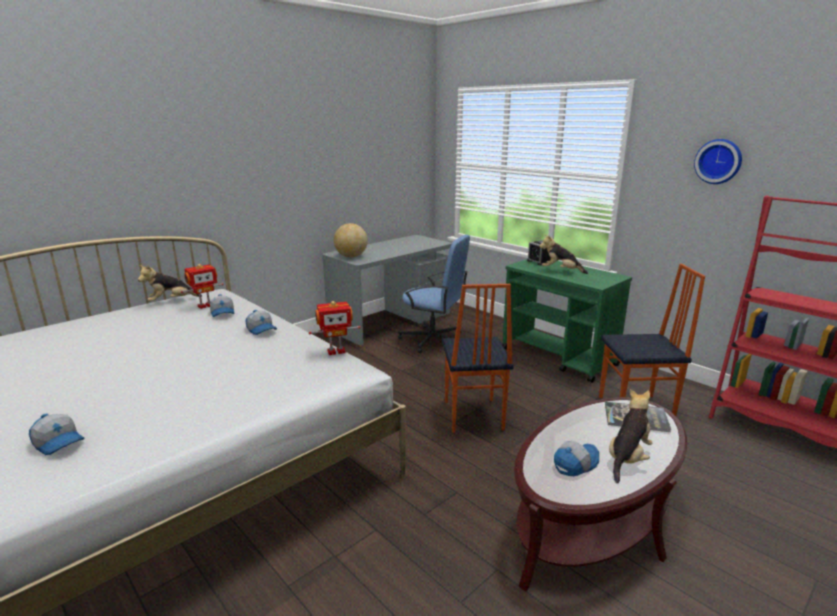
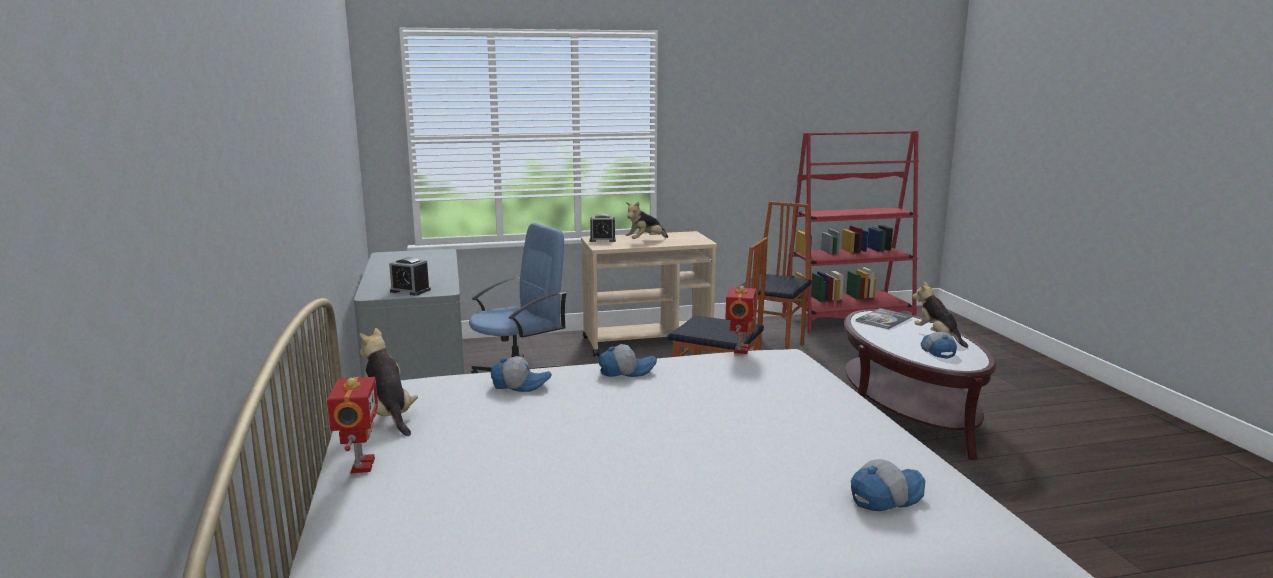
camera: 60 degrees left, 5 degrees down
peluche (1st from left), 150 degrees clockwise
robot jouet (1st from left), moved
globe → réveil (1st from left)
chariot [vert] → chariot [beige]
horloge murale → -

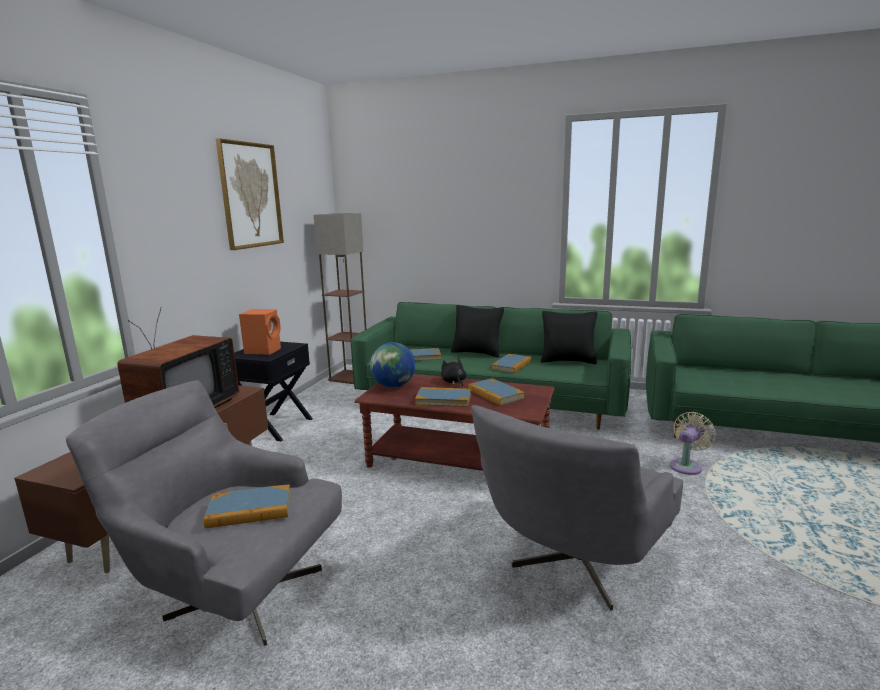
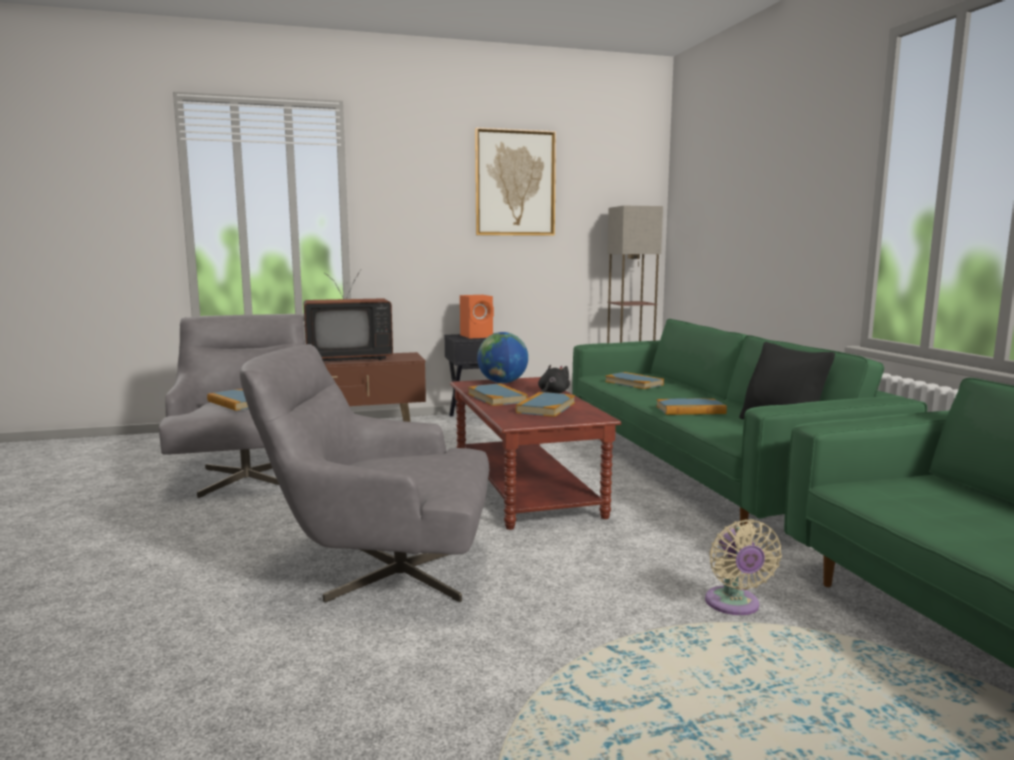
camera: 55 degrees right, 5 degrees down
coussin [noir] (1st from left) → -
ventilateur [beige], 75 degrees clockwise

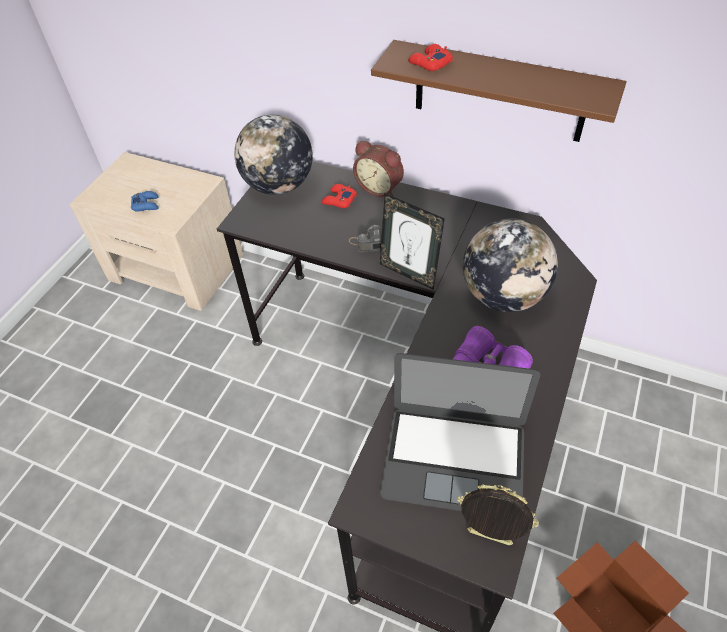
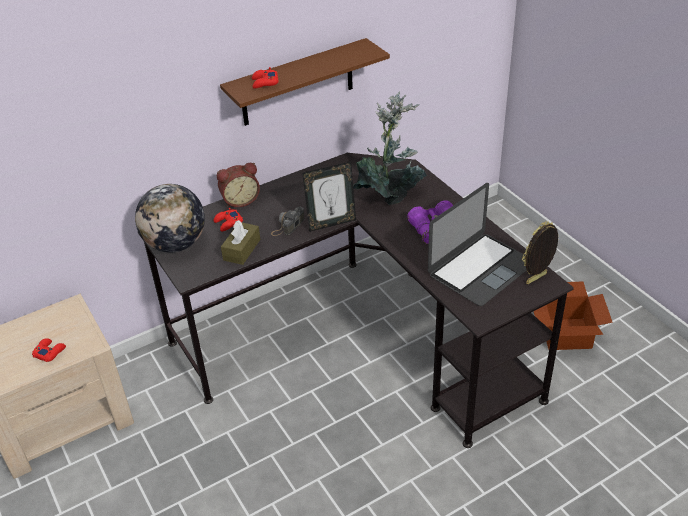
camera: 55 degrees left, 10 degrees down
manette [bleu] → manette [rouge] (1st from left)
globe (2nd from left) → plante en pot
- → boîte à mouchoirs [marron]

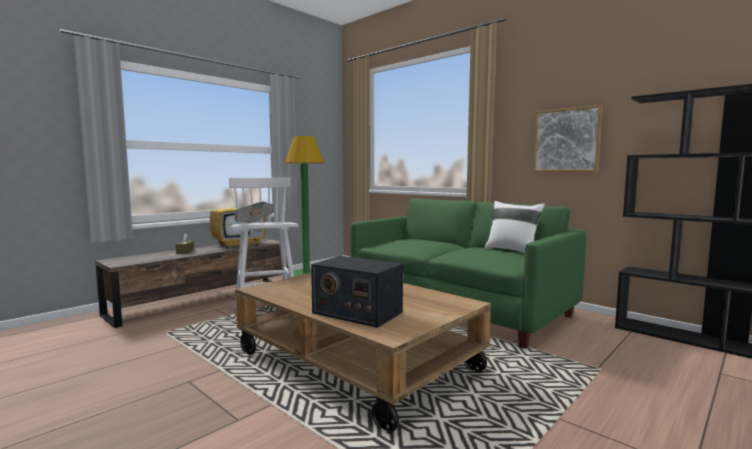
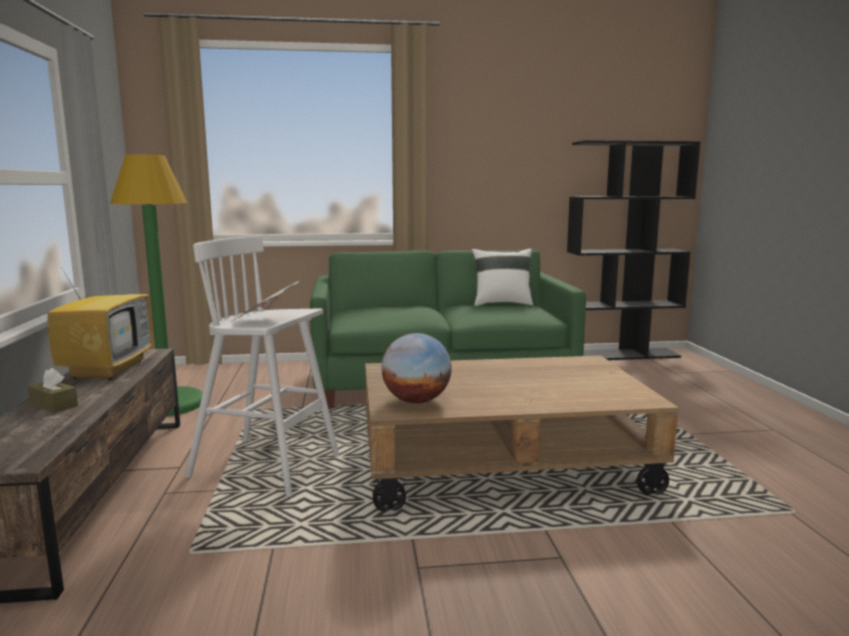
camera: 50 degrees left, 5 degrees up
radio → -
tableau → -
- → globe

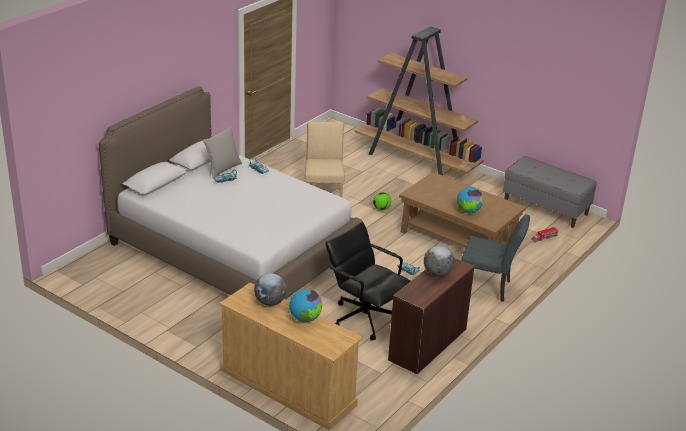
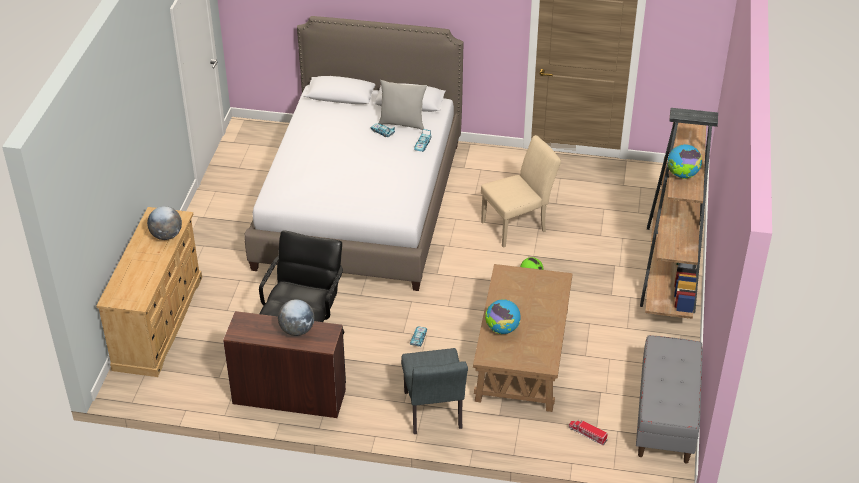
camera: 65 degrees right, 10 degrees up
globe (2nd from left in the first image) → globe (4th from left), moved

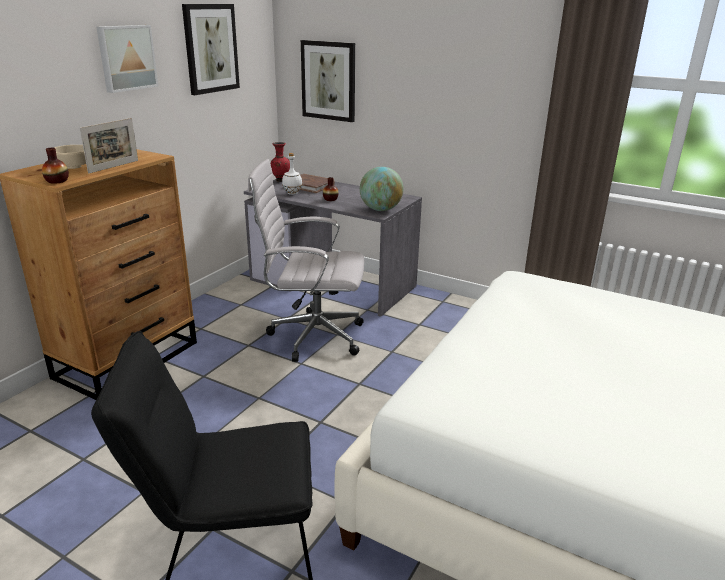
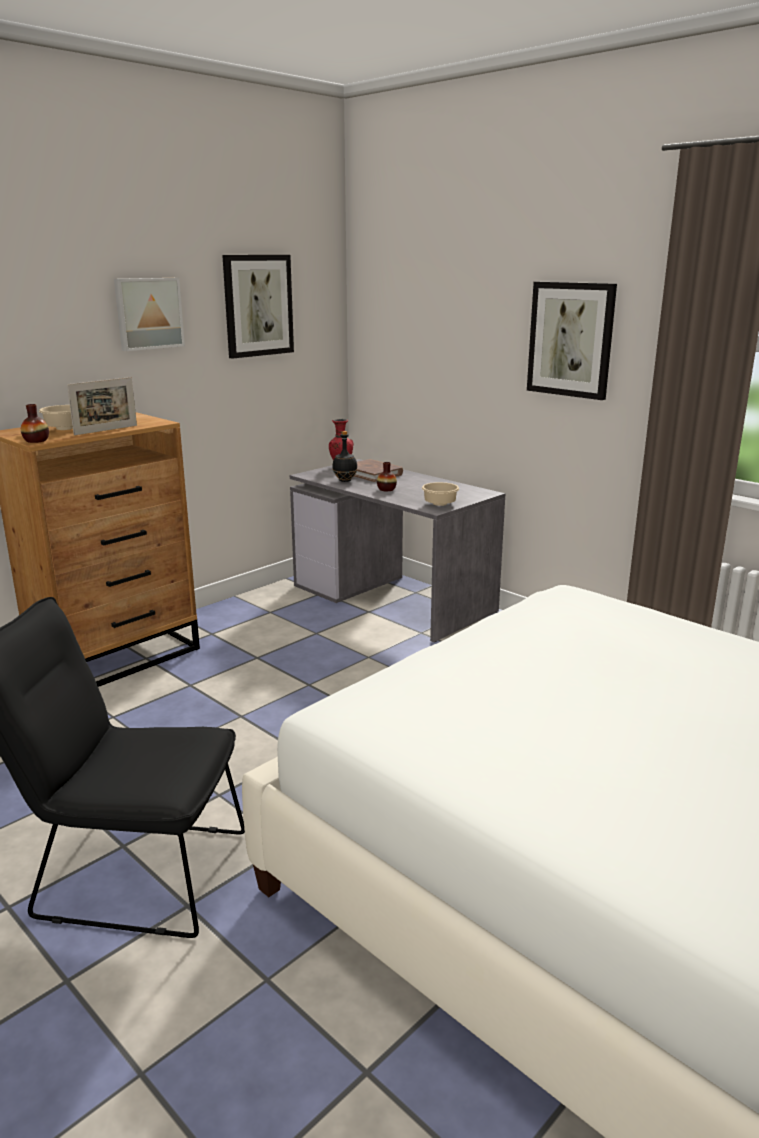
camera: 15 degrees right, 5 degrees down
chaise de bureau [blanc] → -
bouteille [blanc] → bouteille [noir]
tableau (3rd from left), moved
globe → bol [beige] (2nd from left)

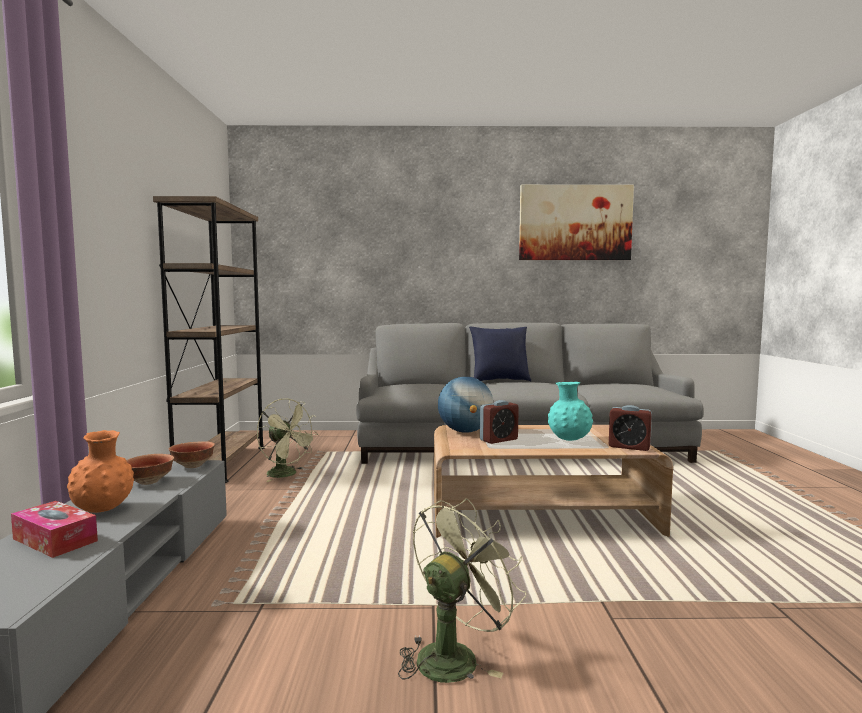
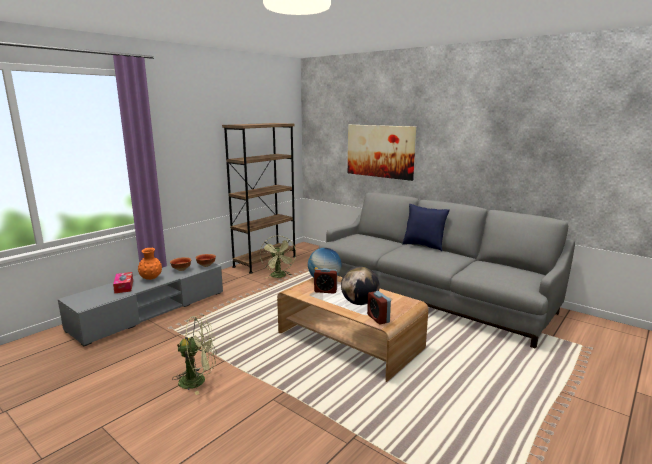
camera: 40 degrees right, 10 degrees up
tableau, moved
vase [turquoise] → globe (2nd from left)

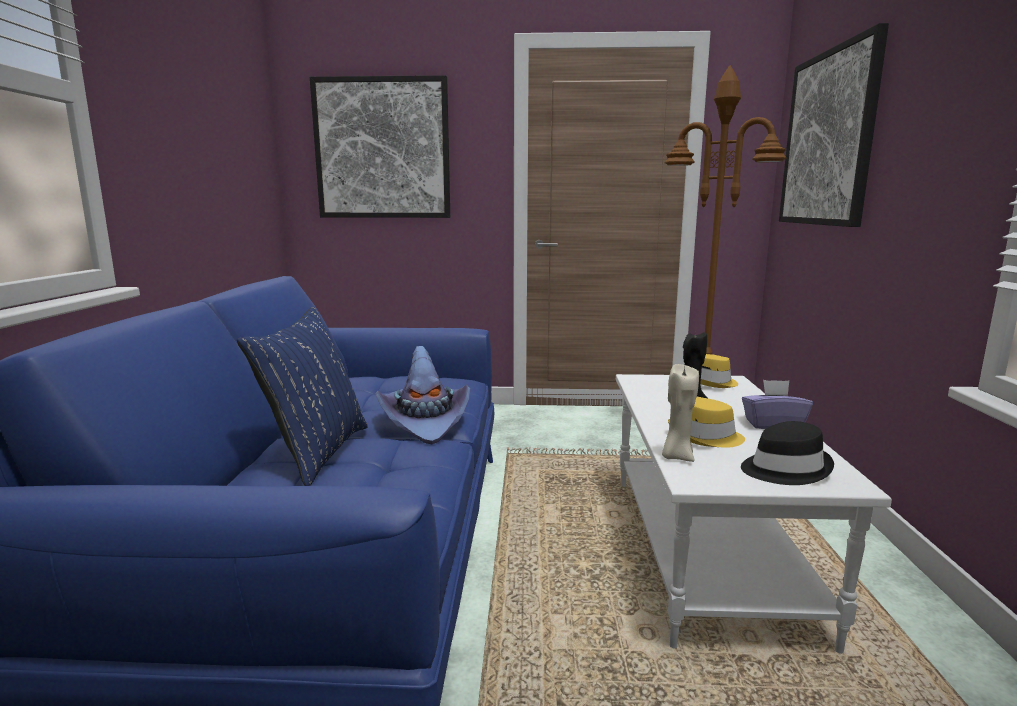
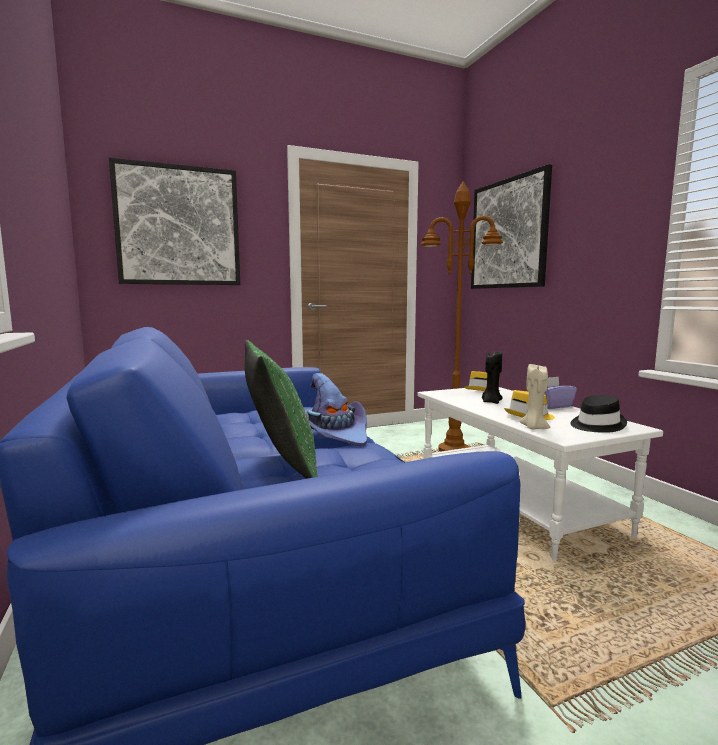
camera: 25 degrees left, 5 degrees down
coussin [bleu] → coussin [vert]

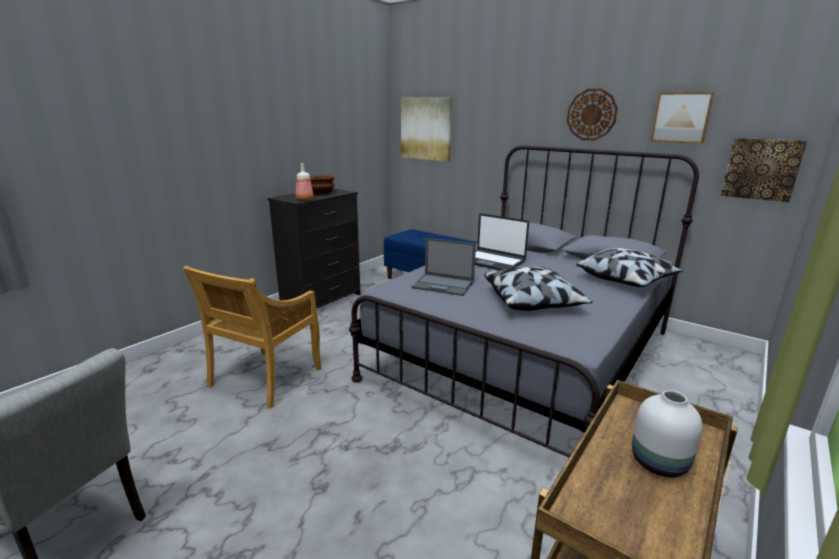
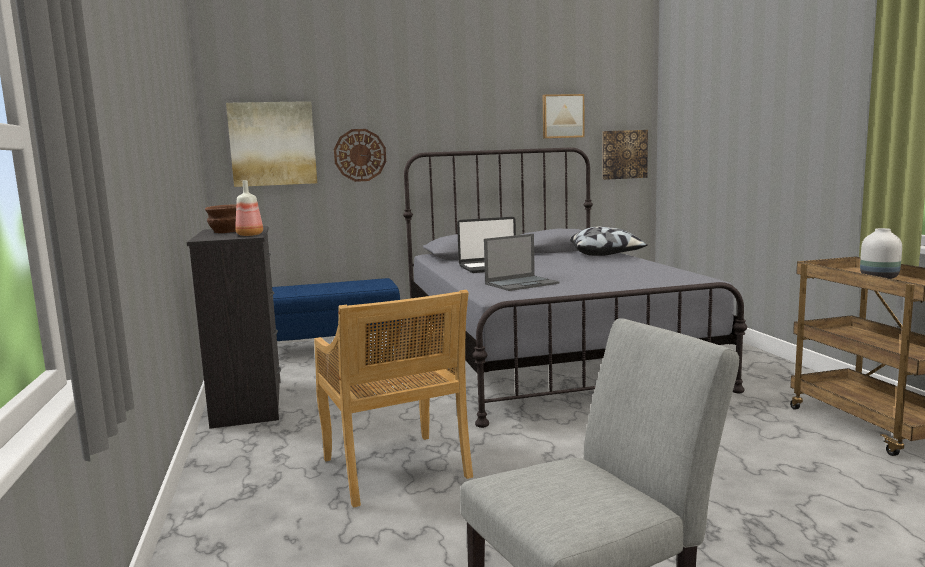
camera: 50 degrees left, 10 degrees down
coussin (1st from left) → -
horloge murale, moved

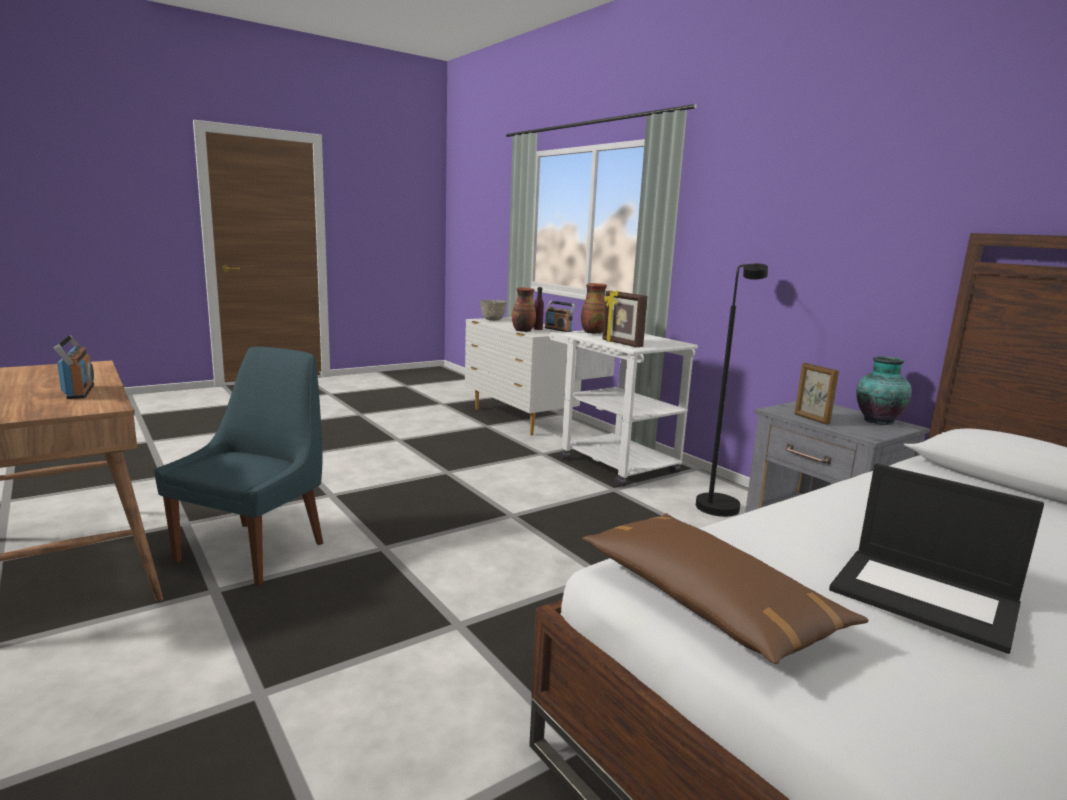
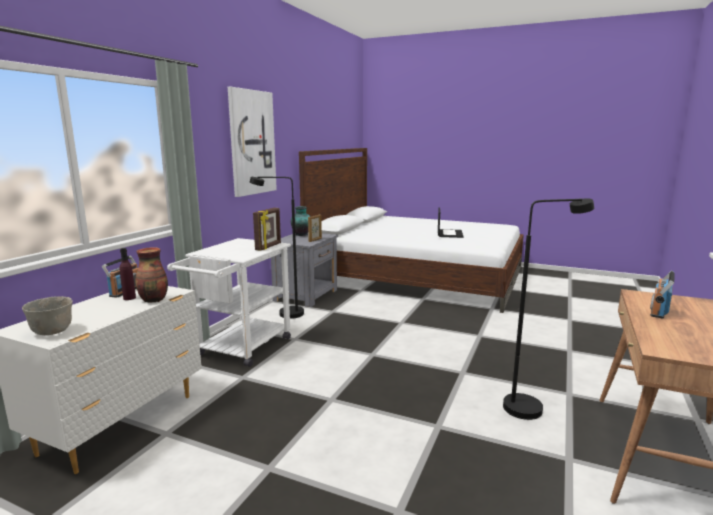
camera: 120 degrees left, 0 degrees up
chaise [bleu] → lampadaire [noir] (2nd from left)
vase (2nd from left) → -
coussin [marron] → -
- → tableau

